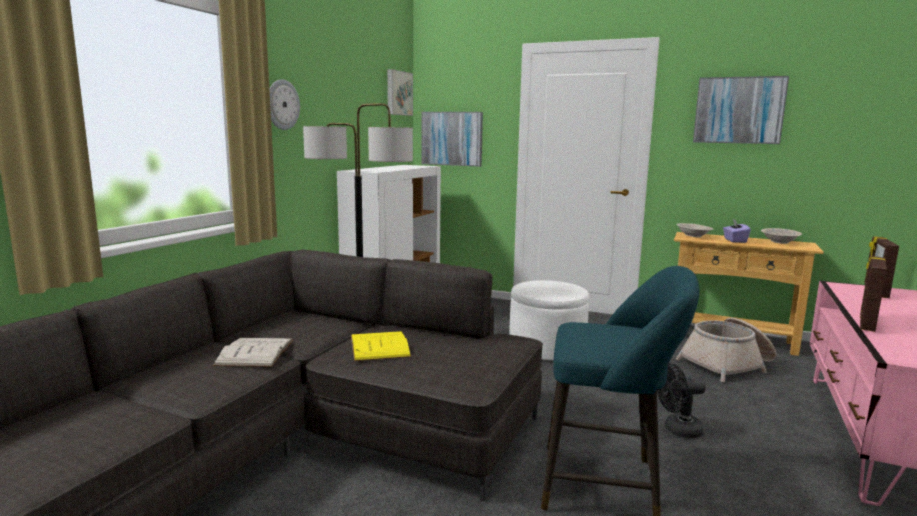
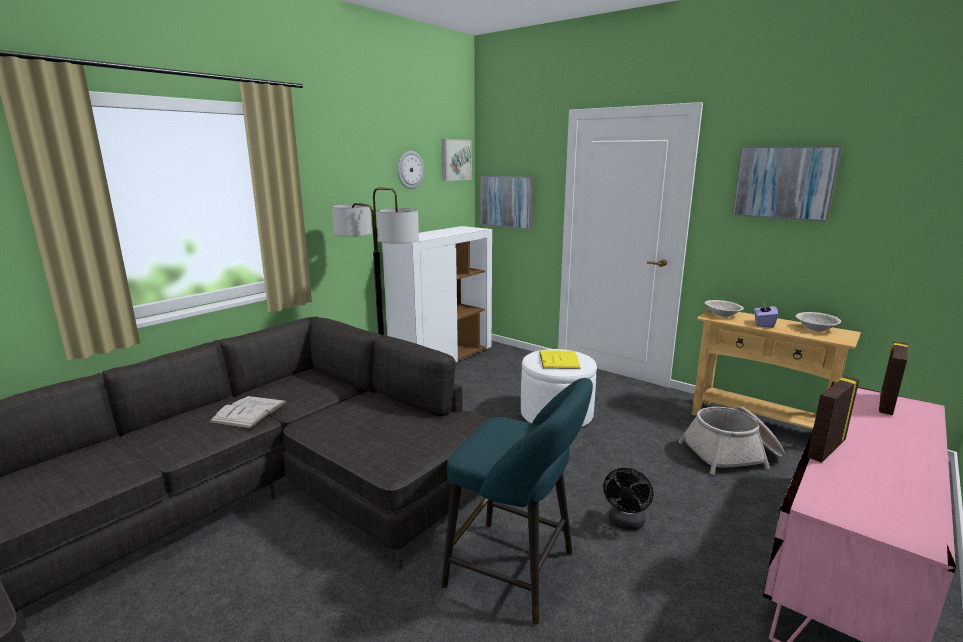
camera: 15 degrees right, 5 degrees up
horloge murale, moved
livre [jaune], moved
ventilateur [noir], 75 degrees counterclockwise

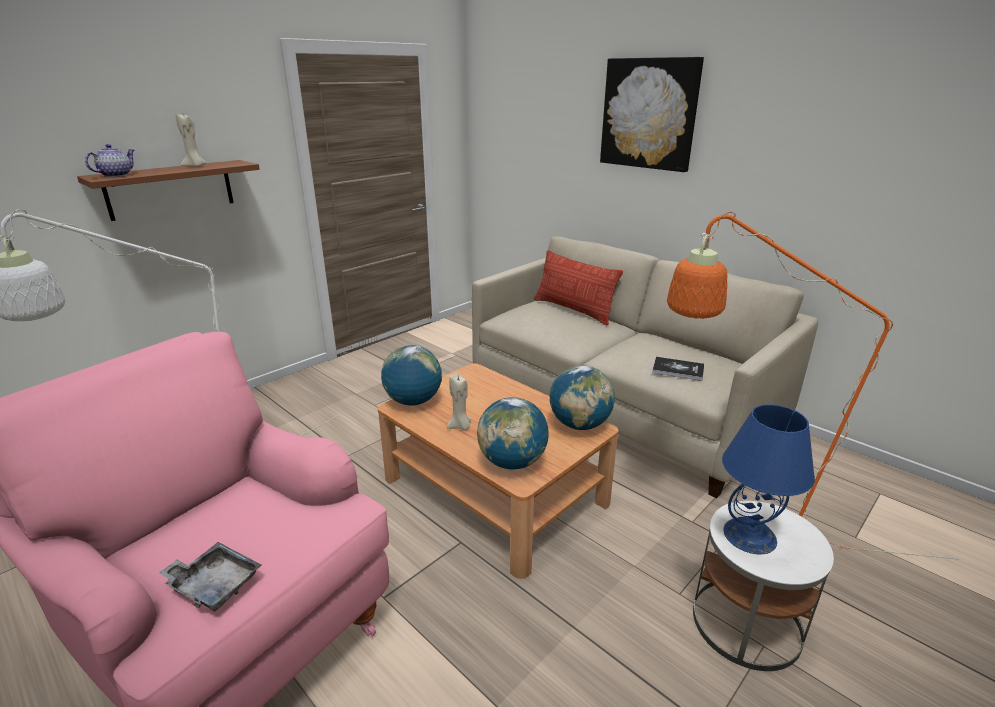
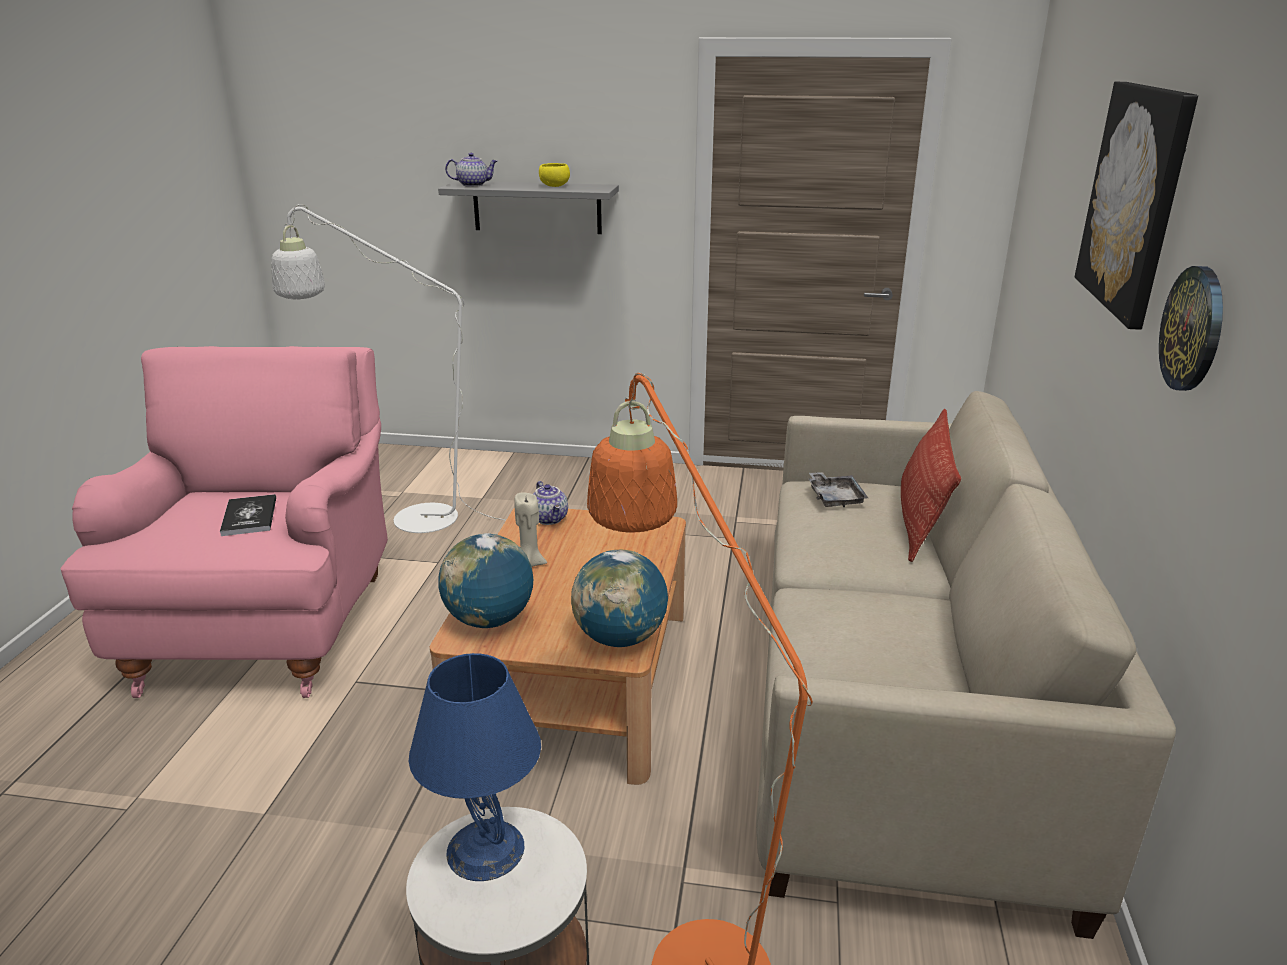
camera: 55 degrees right, 0 degrees up
étagère [marron] → étagère [gris]
plateau [gris], moved
bougie [beige] (1st from left) → bol [jaune]
globe (1st from left) → théière (2nd from left)
livre, moved
- → horloge murale

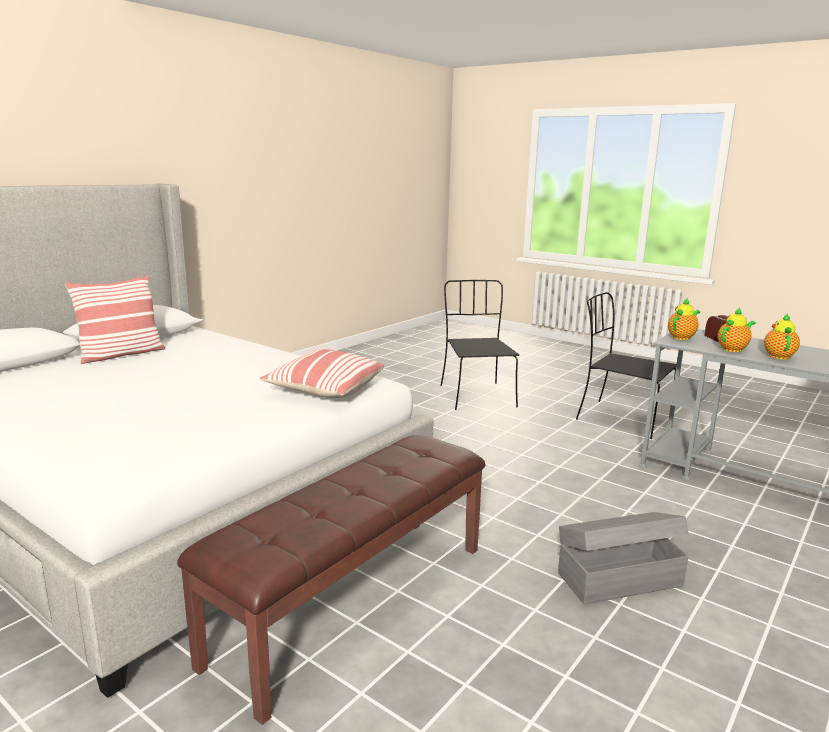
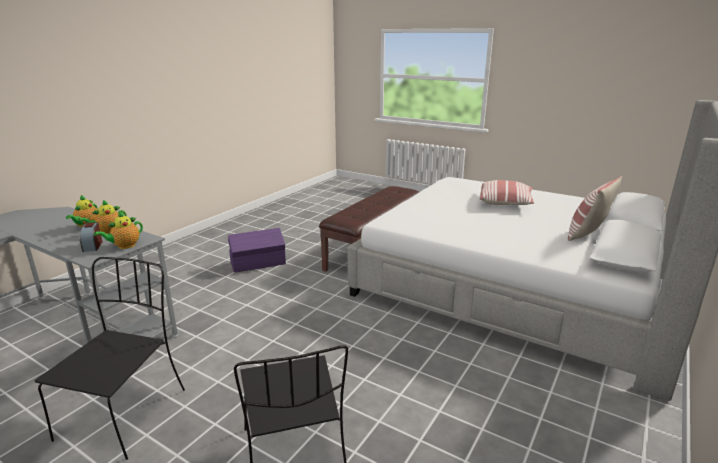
camera: 175 degrees right, 5 degrees up
coussin (2nd from left in the first image) → coussin (1st from left), moved
boîte de rangement [gris] → boîte de rangement [violet]
chaise [noir] (2nd from left in the first image) → chaise [noir] (1st from left), 105 degrees counterclockwise

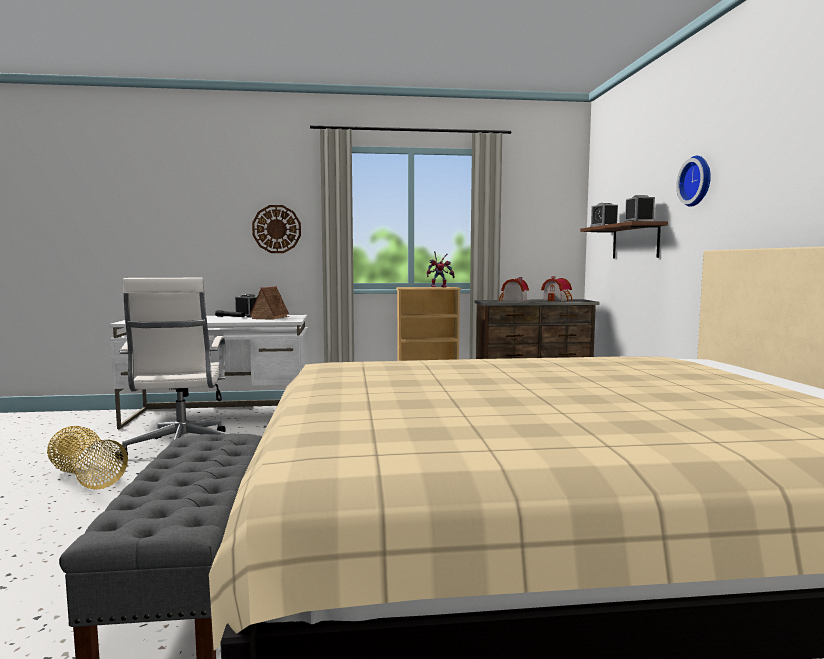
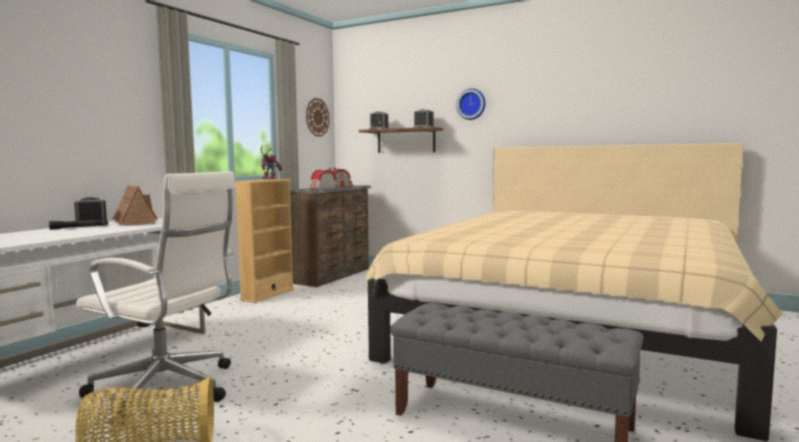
camera: 55 degrees left, 0 degrees up
horloge murale (1st from left), moved

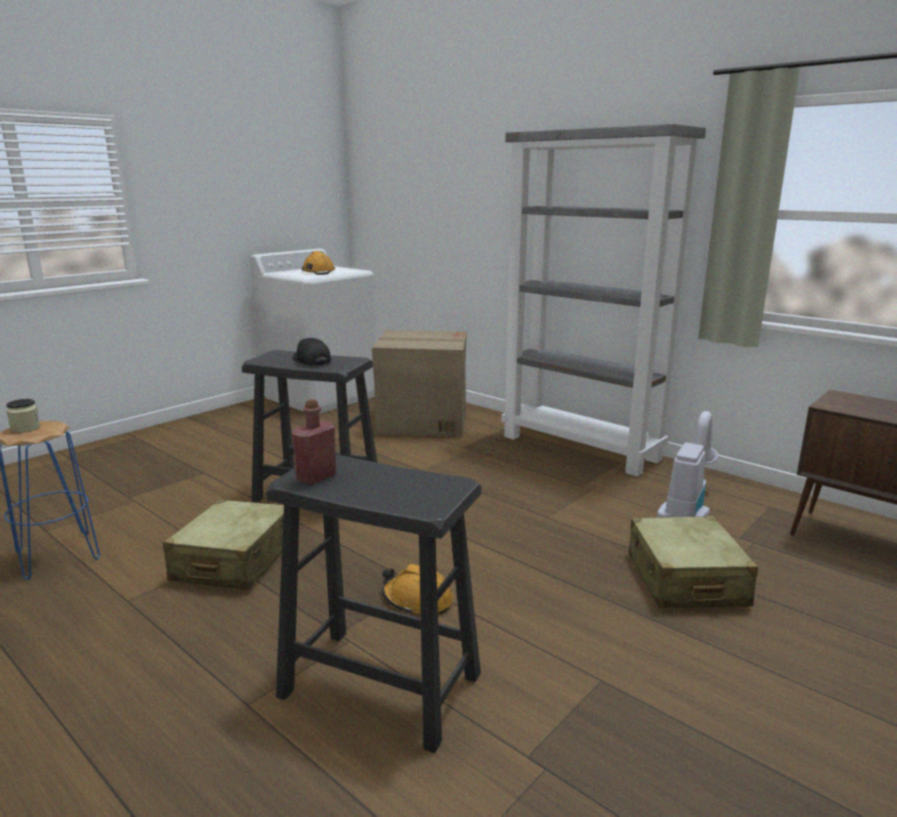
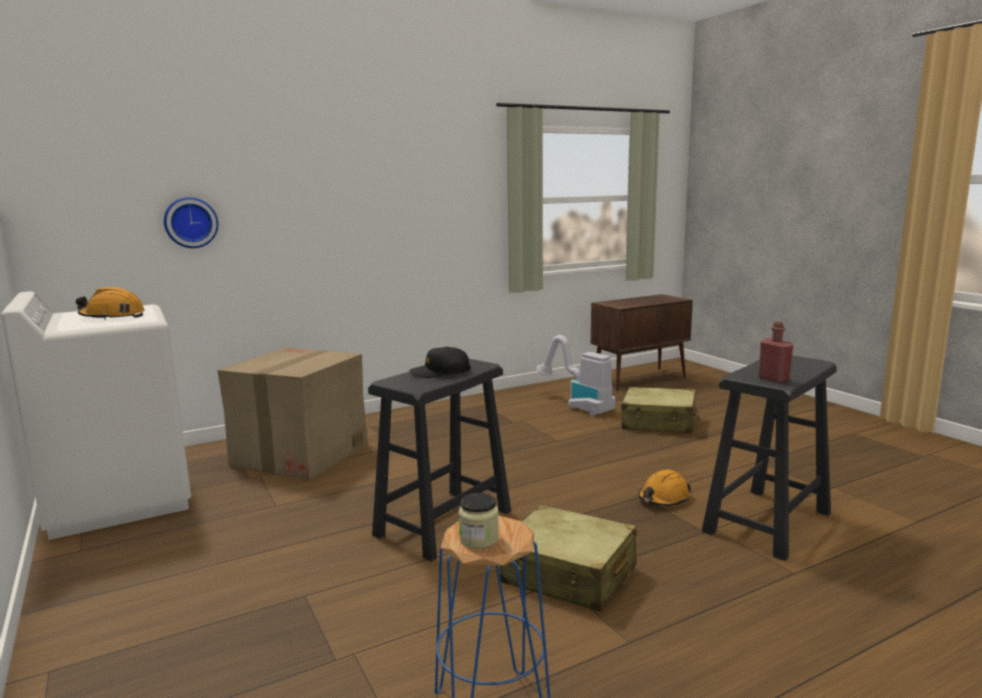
camera: 70 degrees left, 5 degrees down
bibliothèque [gris] → -
- → horloge murale

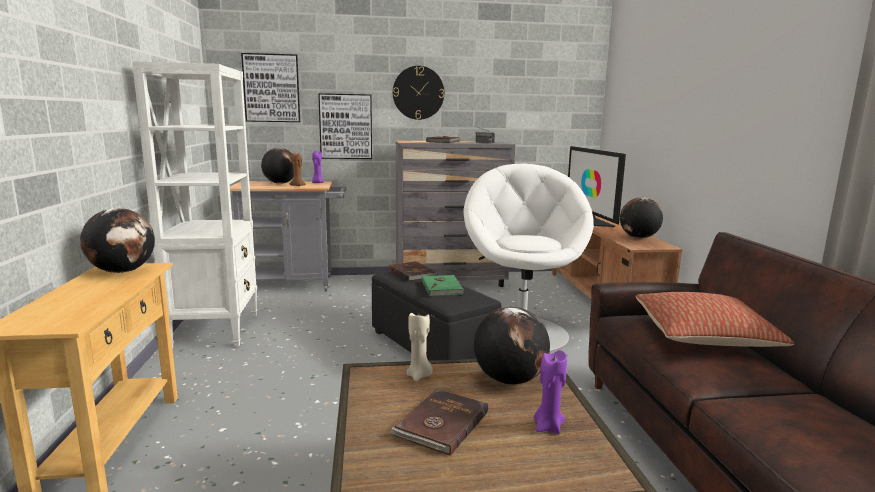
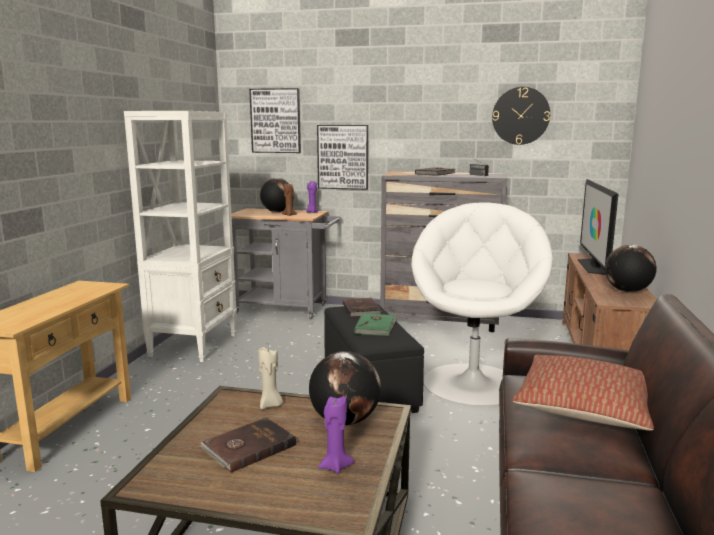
camera: 20 degrees right, 0 degrees up
globe (1st from left) → -
horloge murale, moved

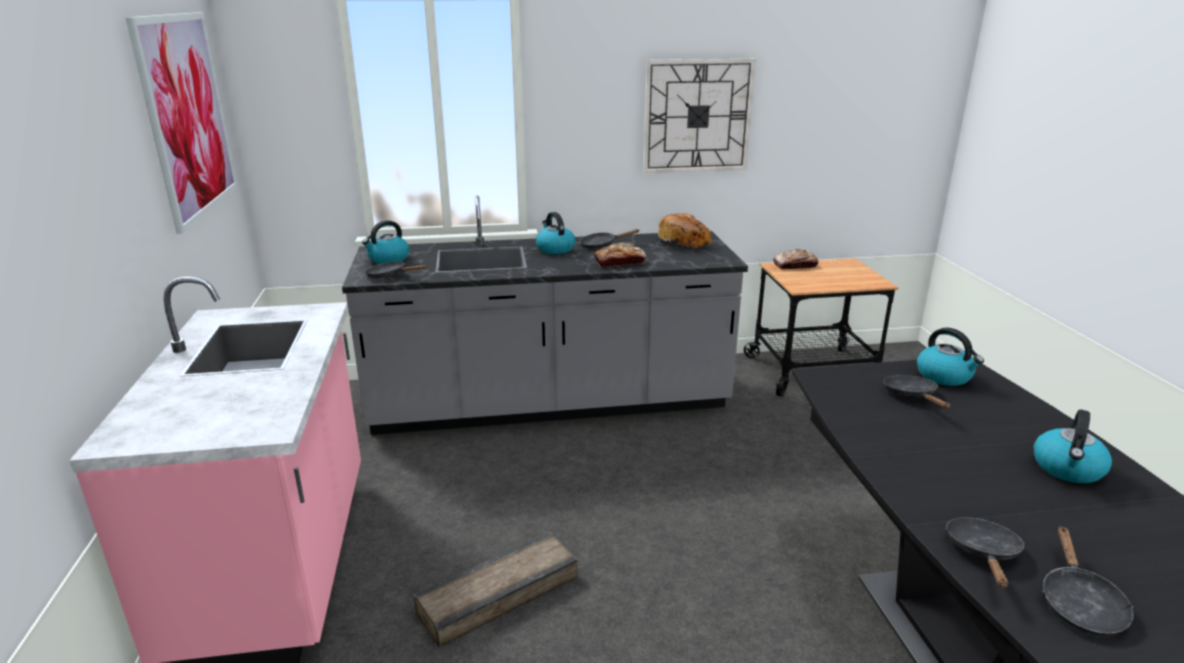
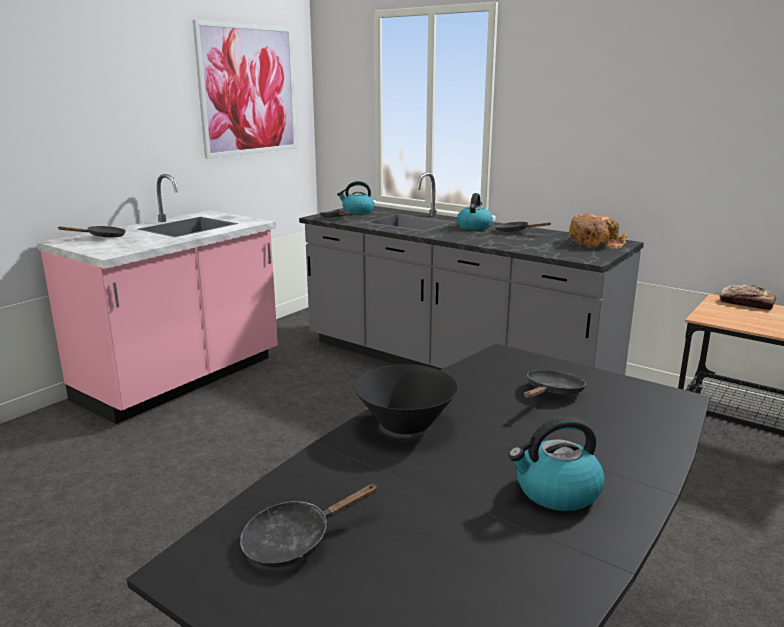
camera: 45 degrees right, 5 degrees down
caisse → -
pain (1st from left) → -
horloge murale → -
bouilloire (3rd from left) → -
poêle [noir] (4th from left in the first image) → poêle [noir] (1st from left), moved
- → bol [noir]

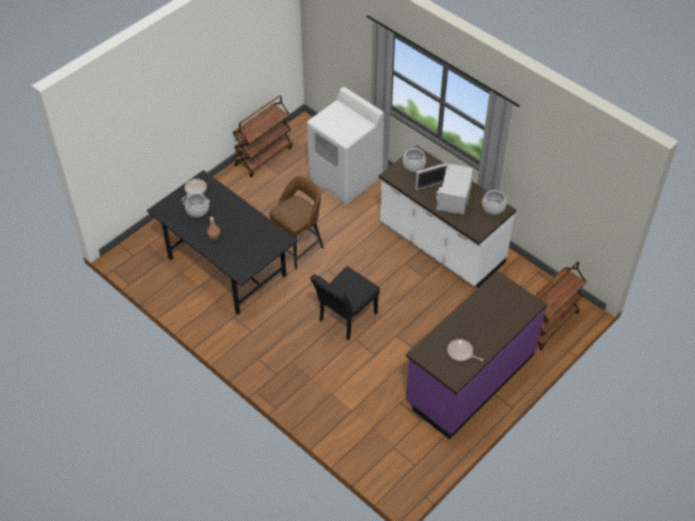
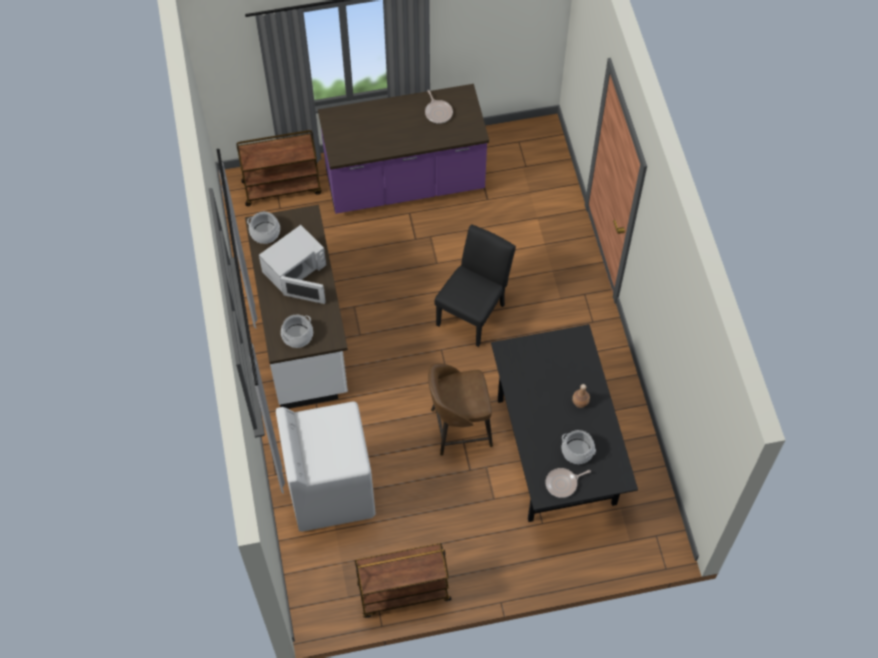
camera: 145 degrees left, 10 degrees up
chaise [noir], 45 degrees counterclockwise

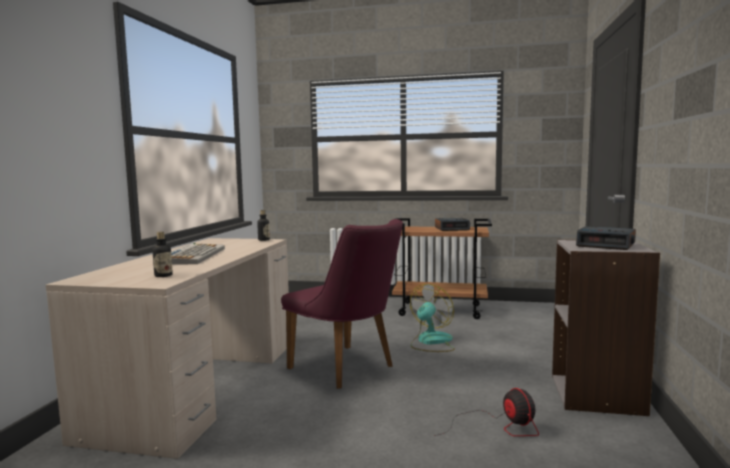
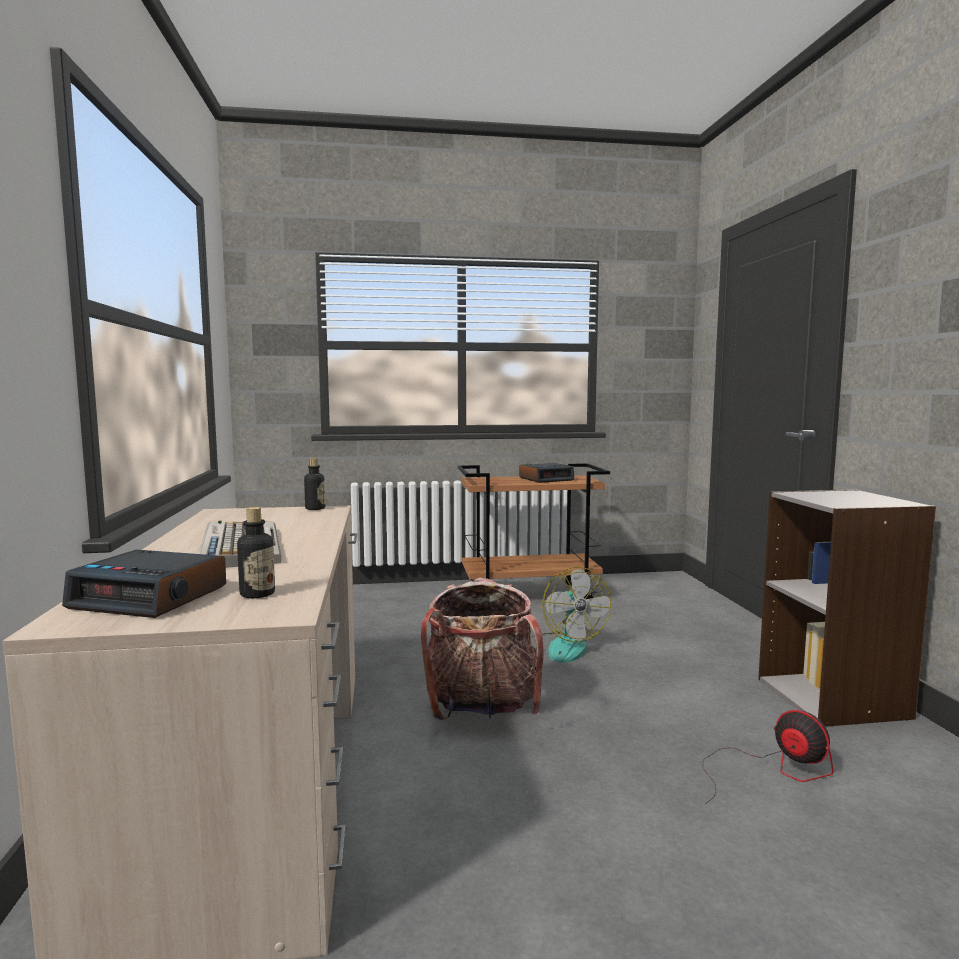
camera: 20 degrees left, 0 degrees up
chaise [violet] → sac à dos
ventilateur (1st from left), 150 degrees clockwise
réveil (2nd from left in the first image) → réveil (1st from left), moved

